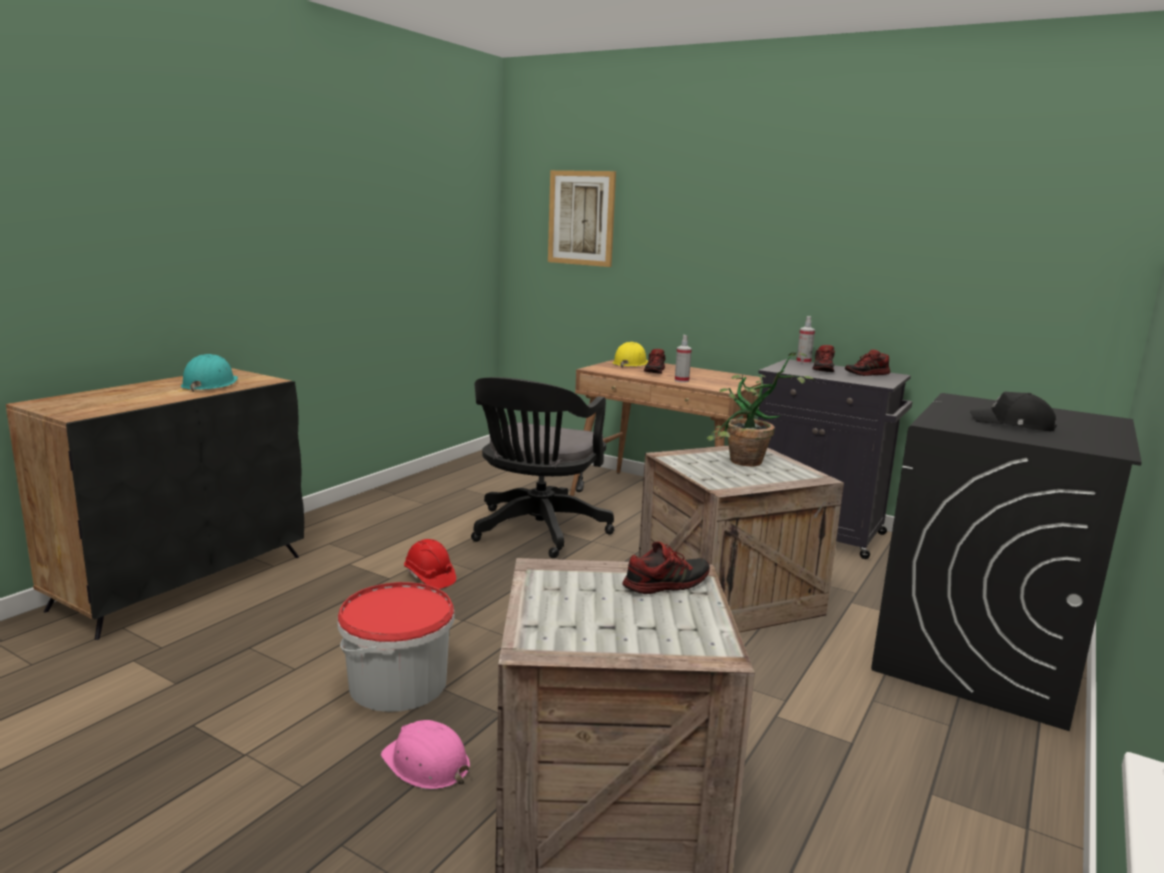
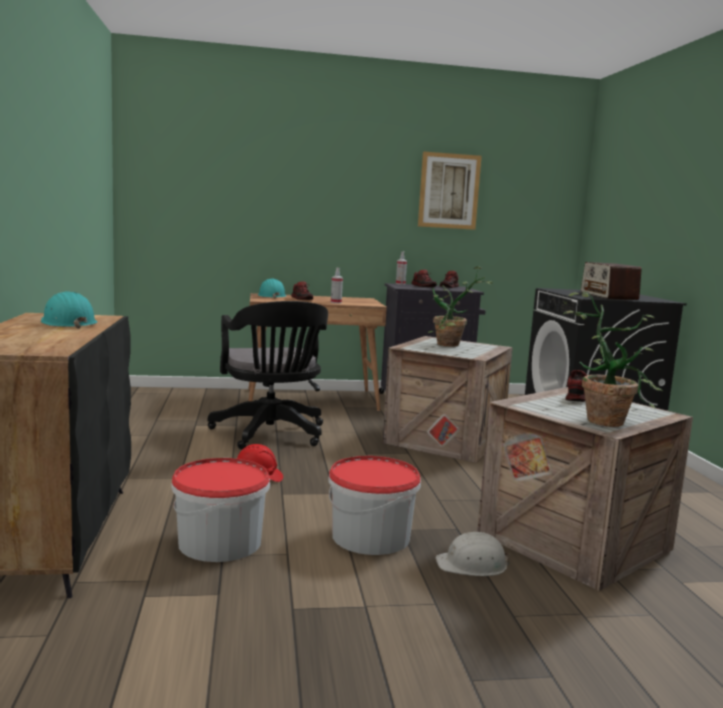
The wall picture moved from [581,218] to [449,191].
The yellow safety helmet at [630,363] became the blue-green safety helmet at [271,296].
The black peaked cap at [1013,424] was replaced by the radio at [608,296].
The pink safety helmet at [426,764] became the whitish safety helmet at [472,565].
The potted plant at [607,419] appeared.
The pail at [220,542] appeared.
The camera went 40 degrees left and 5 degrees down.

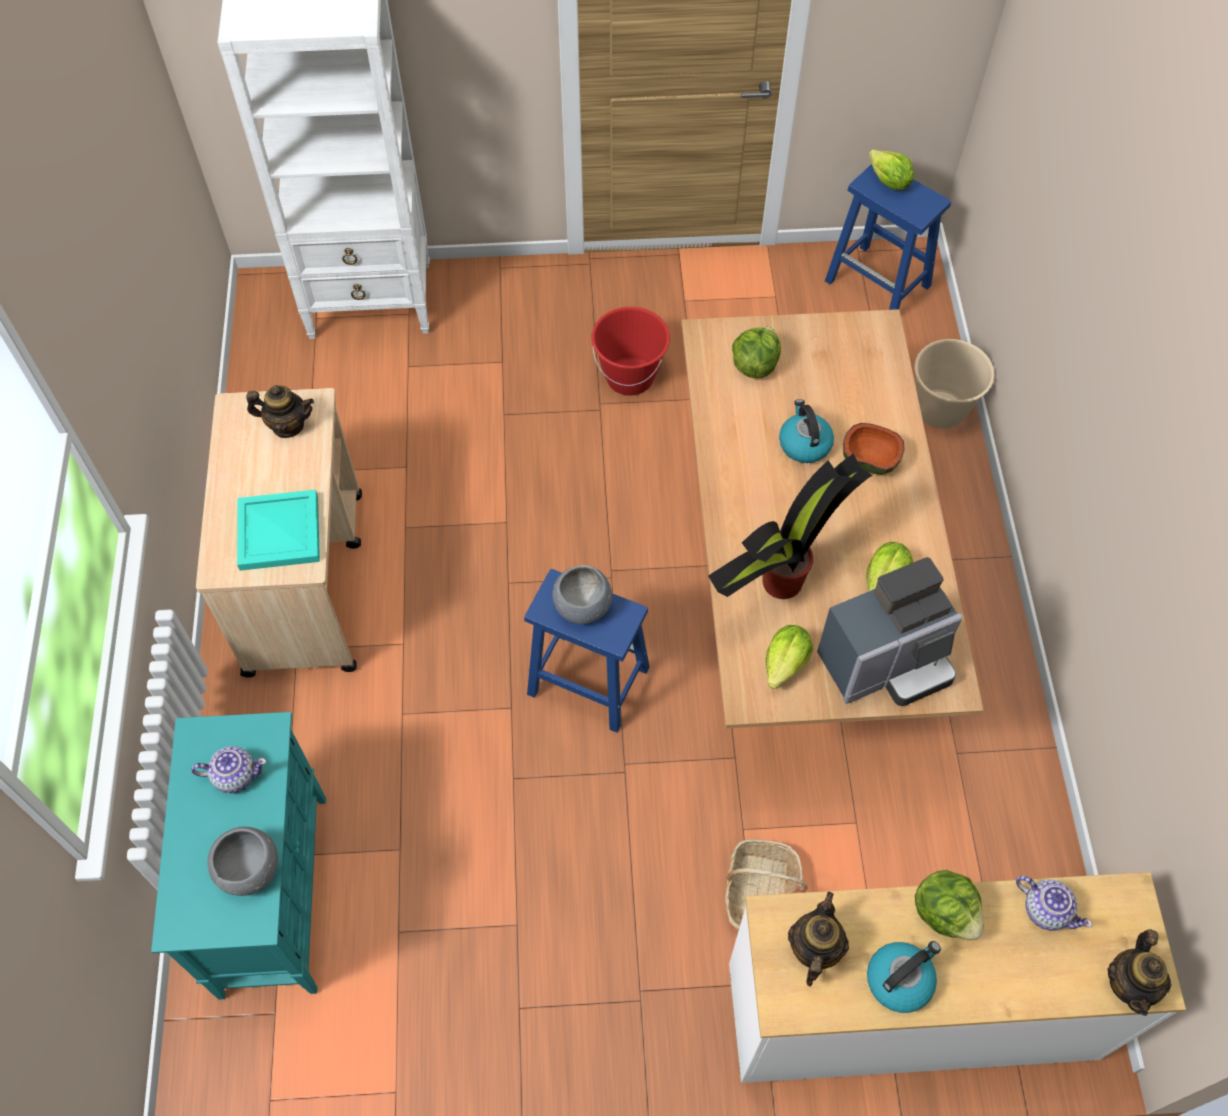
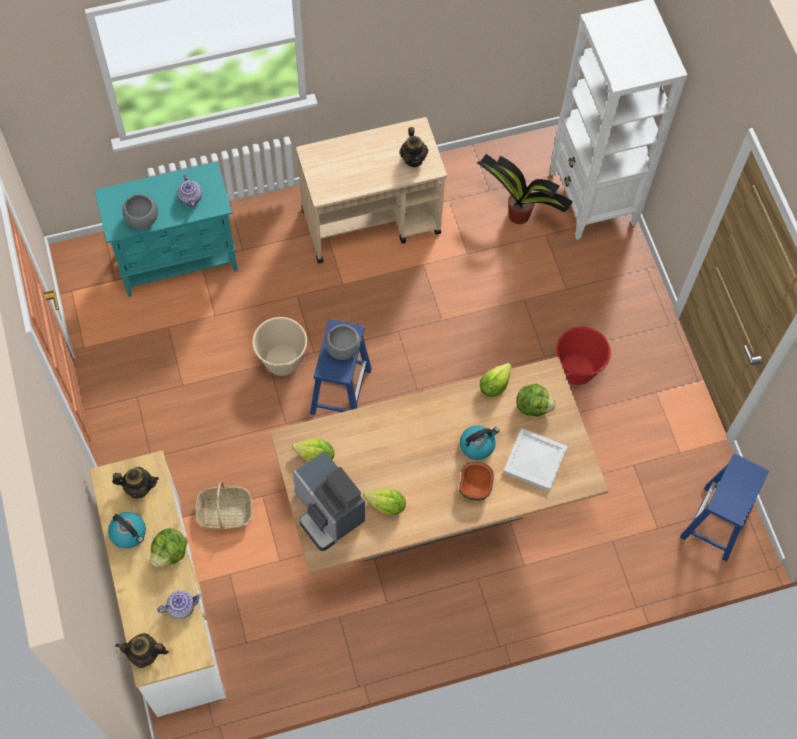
The lettuce moved from [889,182] to [494,385].
The beige-coloured pail moved from [940,410] to [282,361].
The potted plant moved from [780,583] to [518,214].
The blue-green serving tray at [280,533] disappeared.
The pot for tea at [1045,909] turned 135 degrees counterclockwise.
The whitish serving tray at [536,460] appeared.
The camera went 75 degrees right and 5 degrees up.

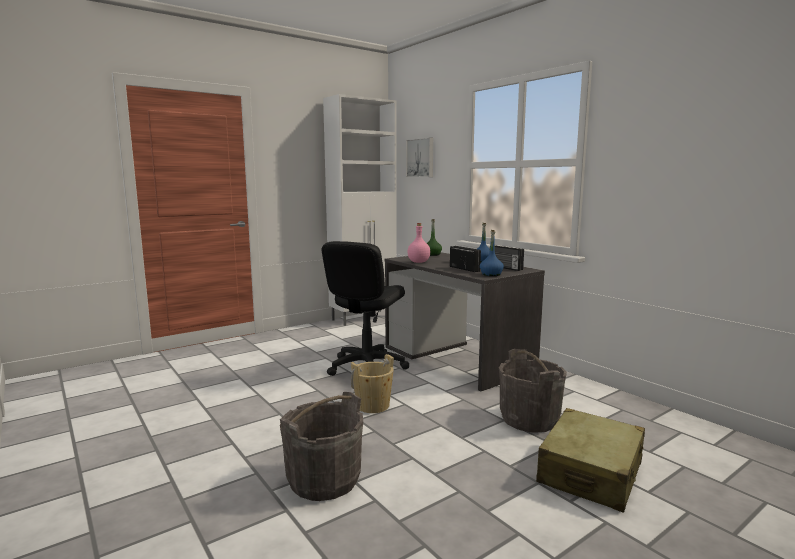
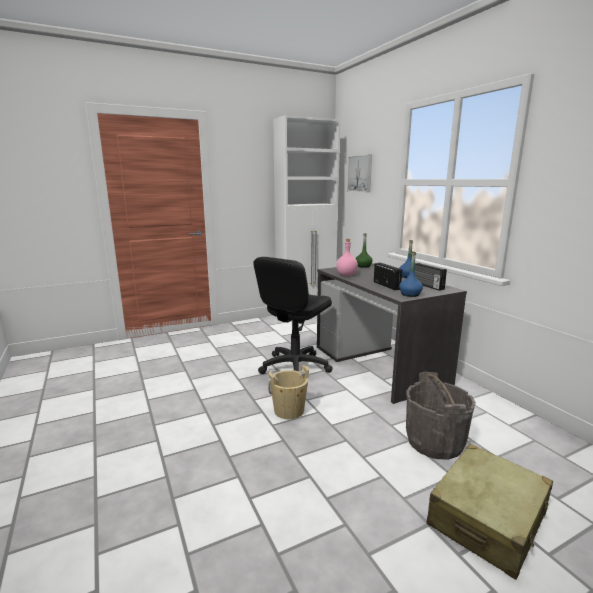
The greyish pail at [324,480] disappeared.
The camera went 10 degrees right and 5 degrees up.

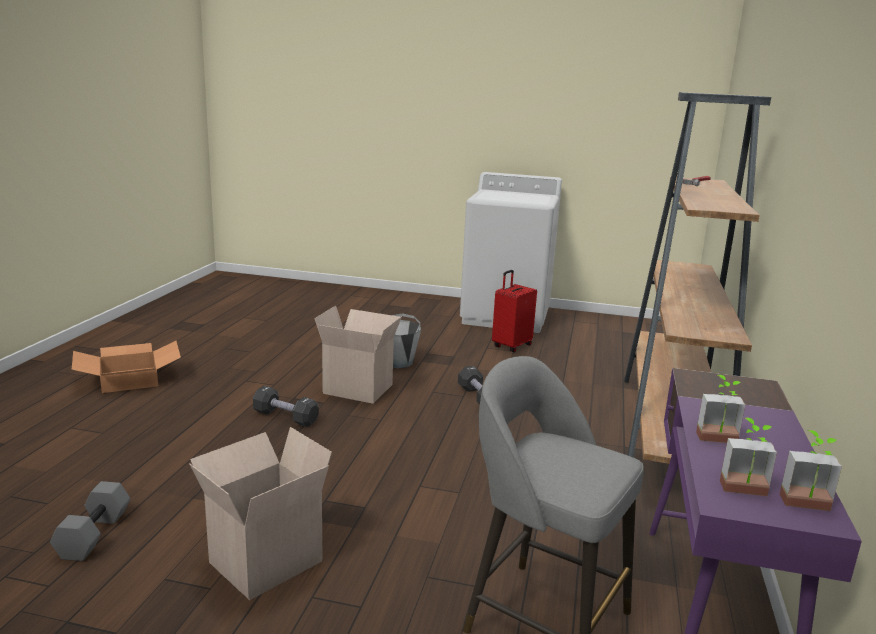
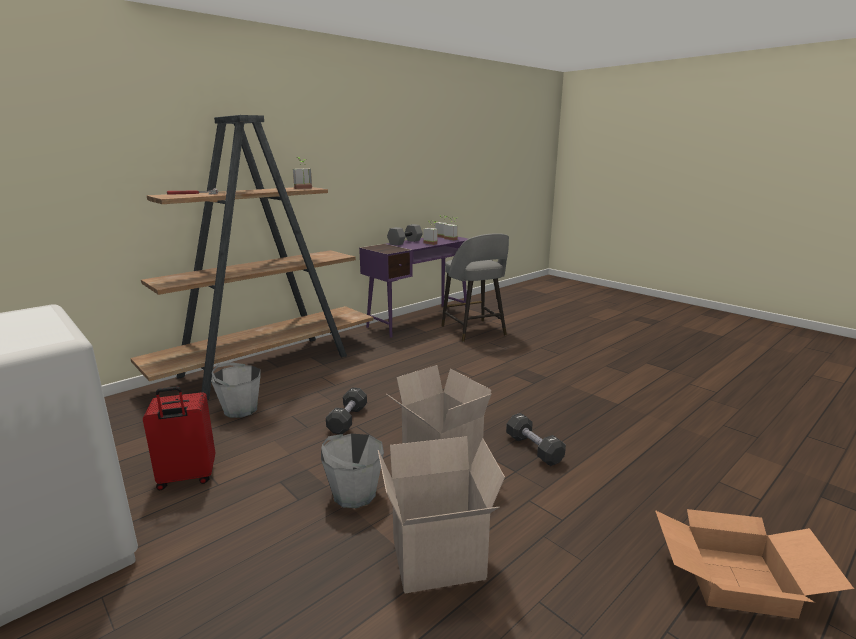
The packing box moved from [265,560] to [437,561].
The greyish dumbbell moved from [95,535] to [405,242].
The potted plant at [304,188] appeared.
The greyish pail at [240,409] appeared.
The camera went 145 degrees left and 0 degrees up.

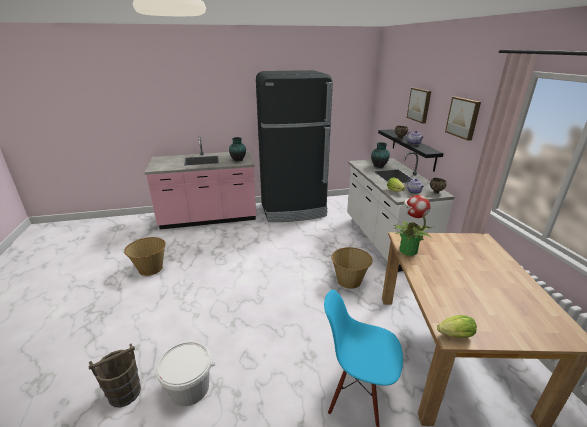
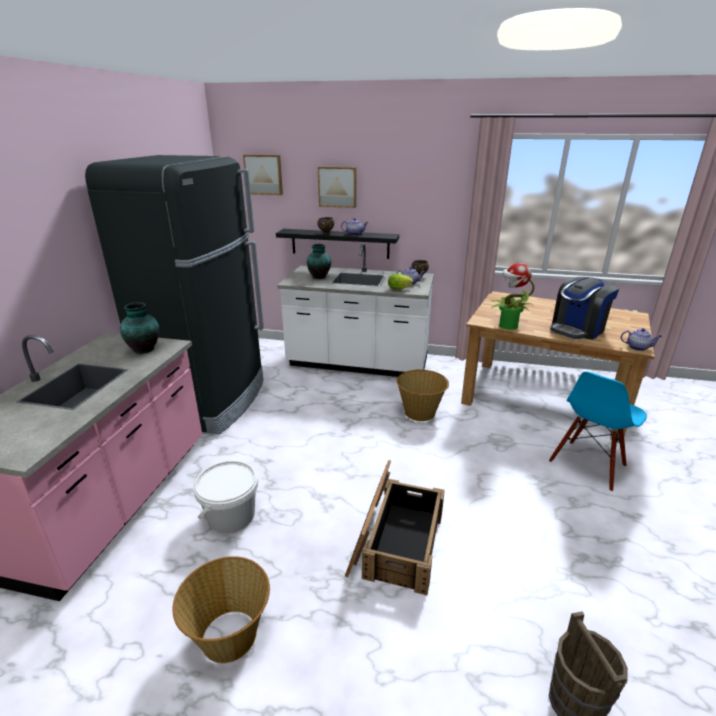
The wall picture moved from [463,118] to [264,174].
The lettuce at [453,335] was replaced by the pot for tea at [638,347].
The whitish pail moved from [189,388] to [231,515].
The coffee brewer at [577,329] appeared.
The shipping crate at [395,541] appeared.
The camera went 65 degrees left and 0 degrees up.

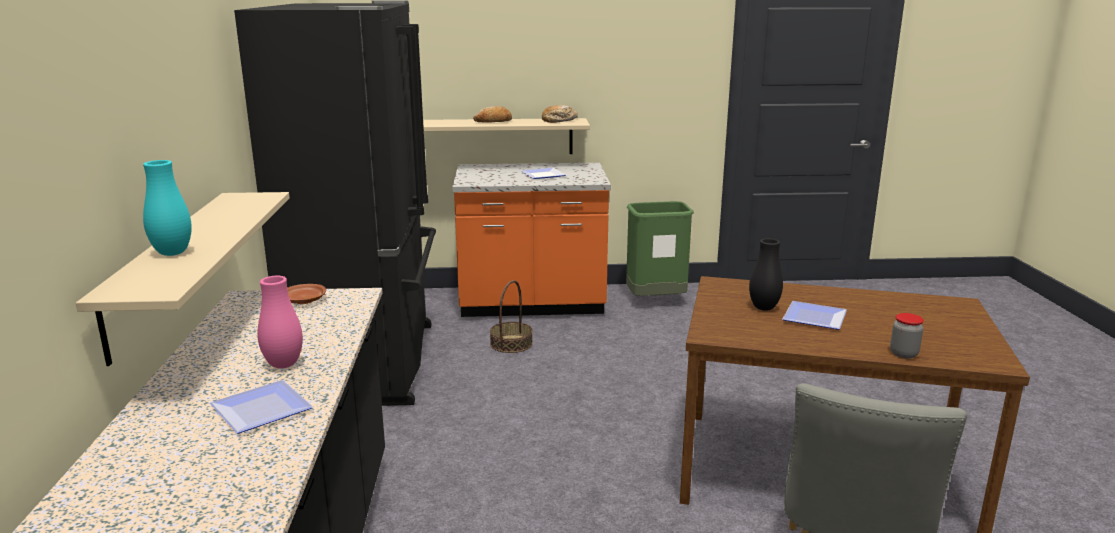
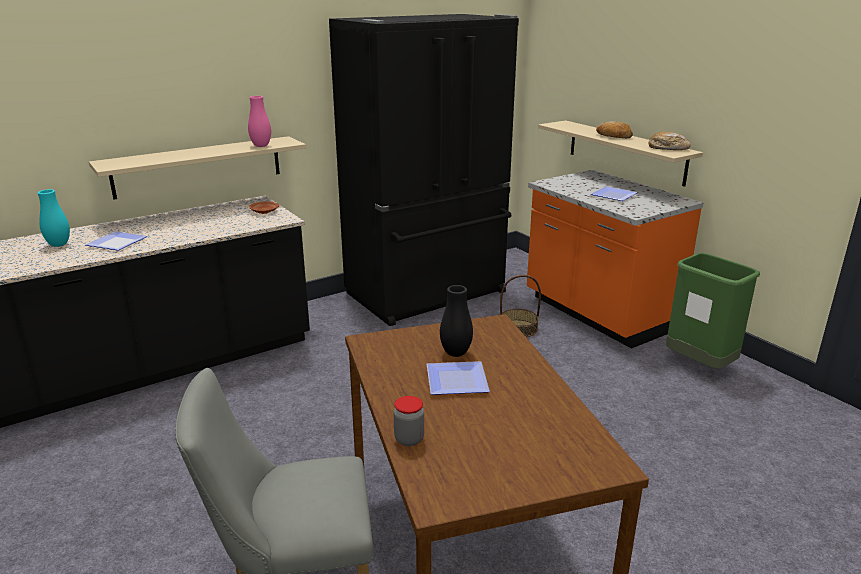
The blue-green decorative vase moved from [172,253] to [59,245].
The pink decorative vase moved from [283,364] to [261,146].
The camera went 60 degrees right and 5 degrees up.

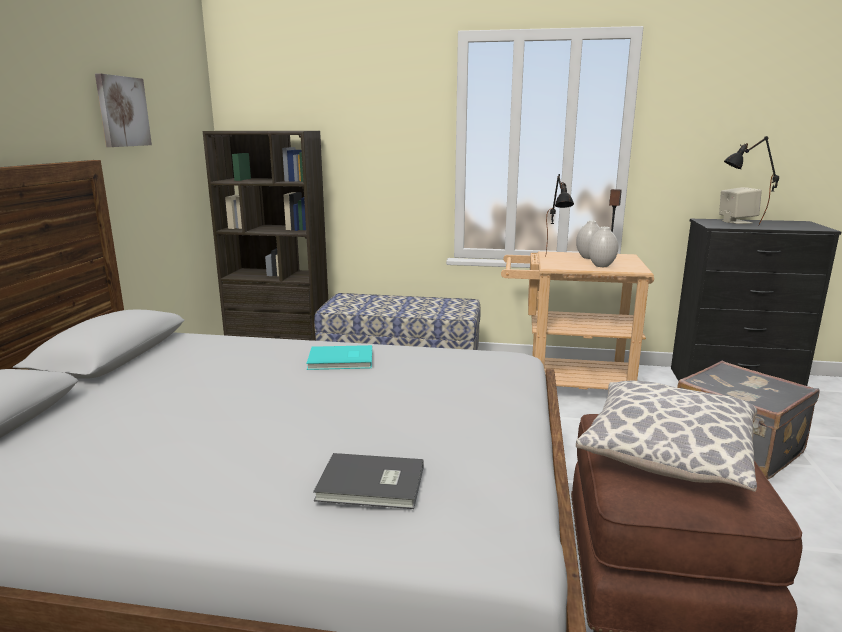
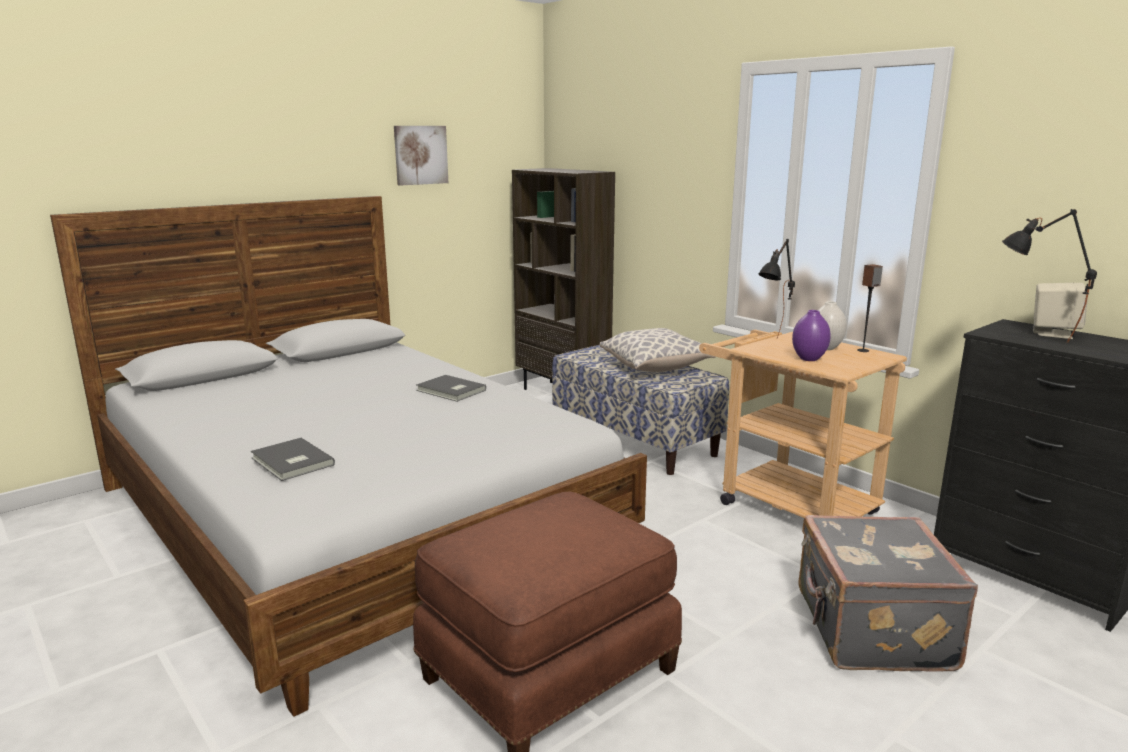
The whitish decorative vase at [602,266] became the purplish decorative vase at [809,359].
The blue-green book at [341,360] became the greyish book at [450,391].
The throw pillow moved from [666,457] to [655,368].
The camera went 40 degrees right and 0 degrees up.

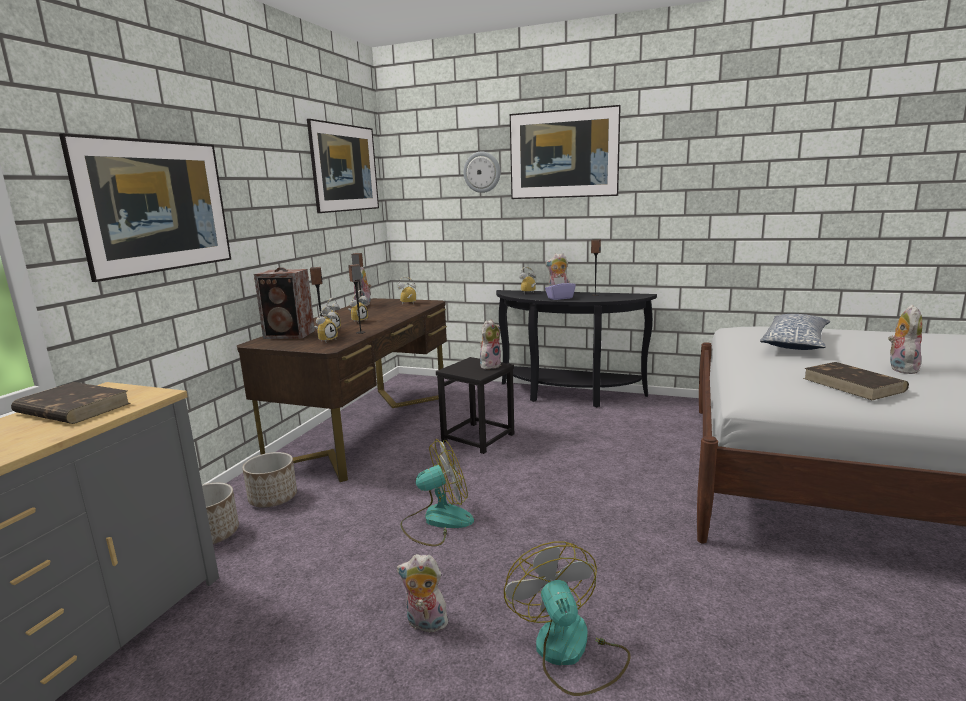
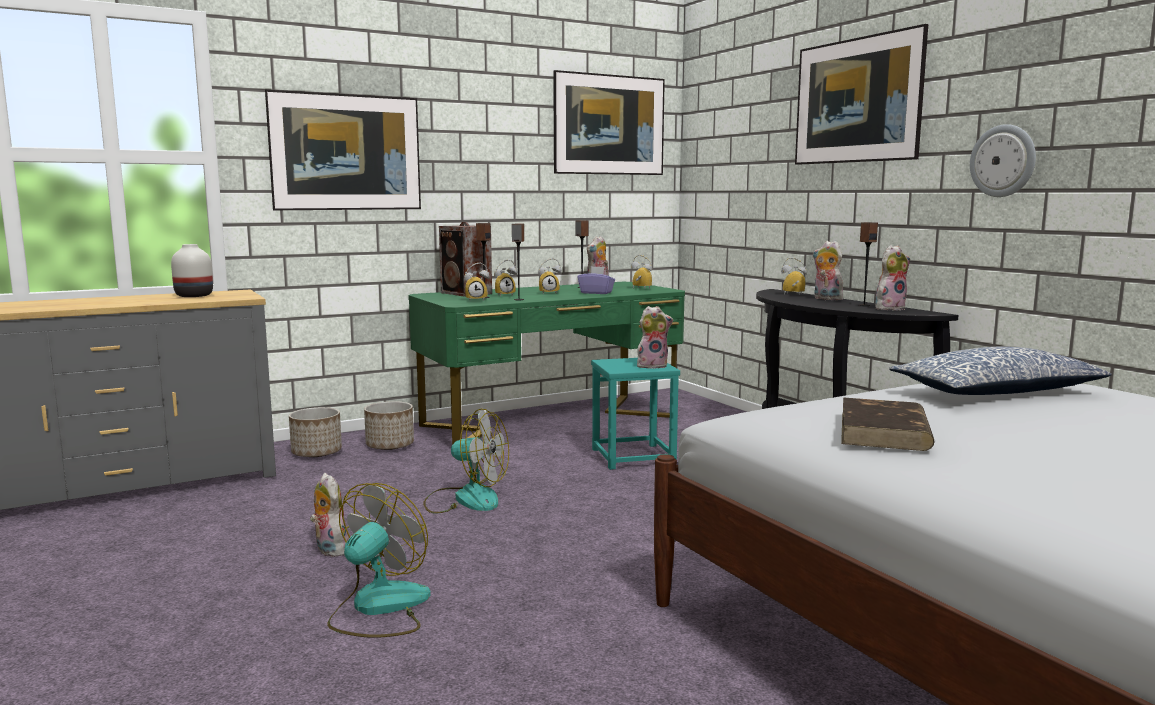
The wall clock moved from [482,172] to [1003,161].
The purplish tissue box moved from [560,298] to [596,293].
The brown-coloured desk at [366,428] became the green desk at [550,421].
The soft toy moved from [900,368] to [889,308].
The black stool at [478,438] became the blue-green stool at [633,457].
The brown-coloured book at [72,408] was replaced by the whitish decorative vase at [195,295].
The camera went 40 degrees right and 5 degrees down.

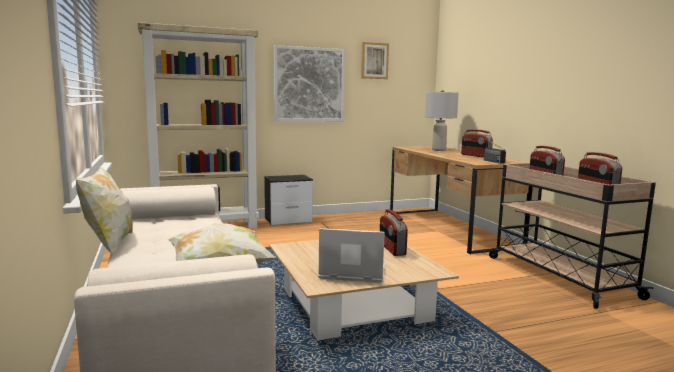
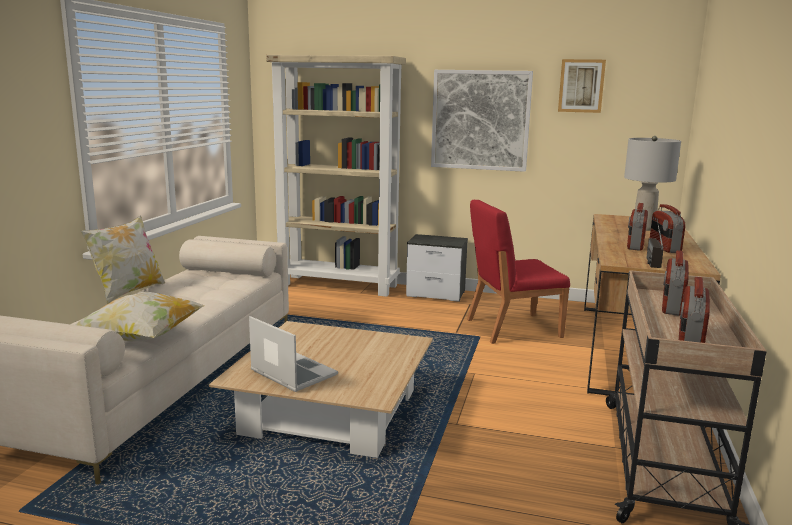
The radio moved from [391,249] to [635,245].
The red-coloured chair at [512,328] appeared.
The camera went 35 degrees right and 5 degrees up.

